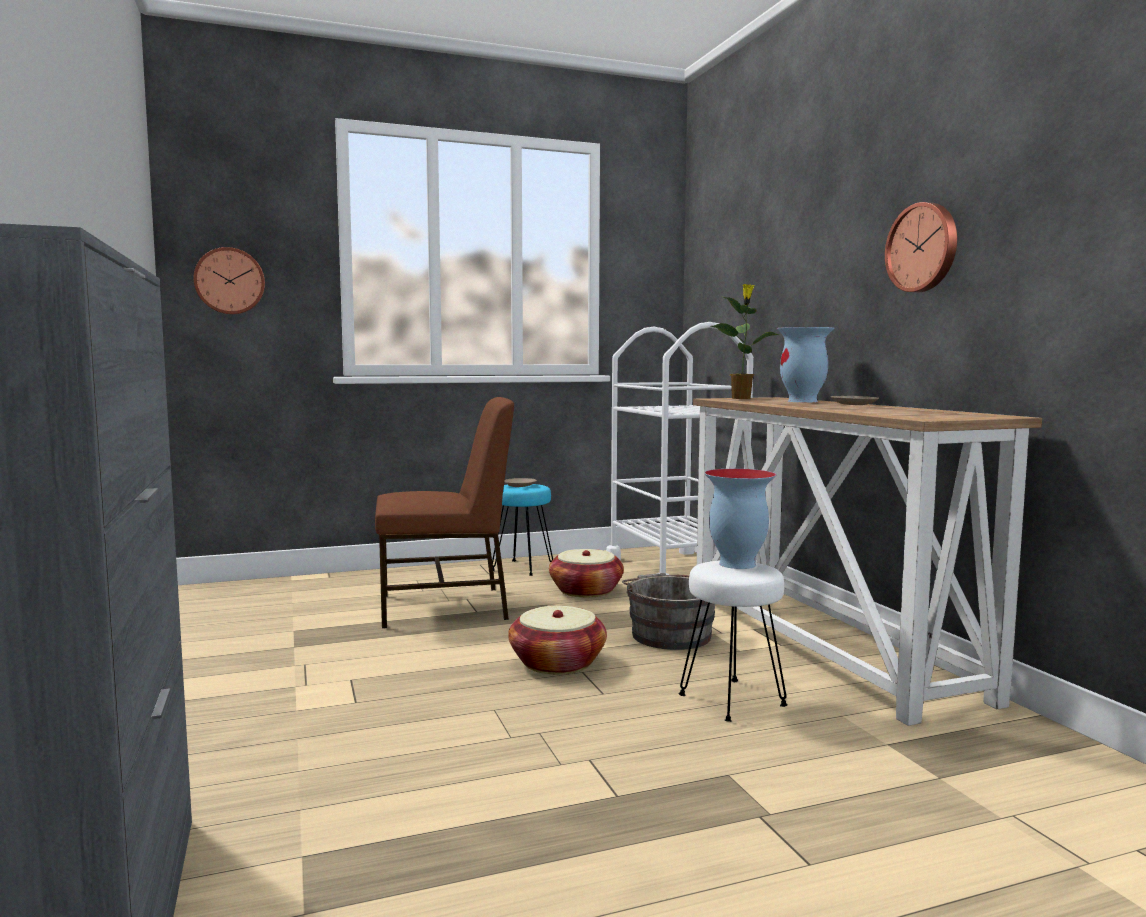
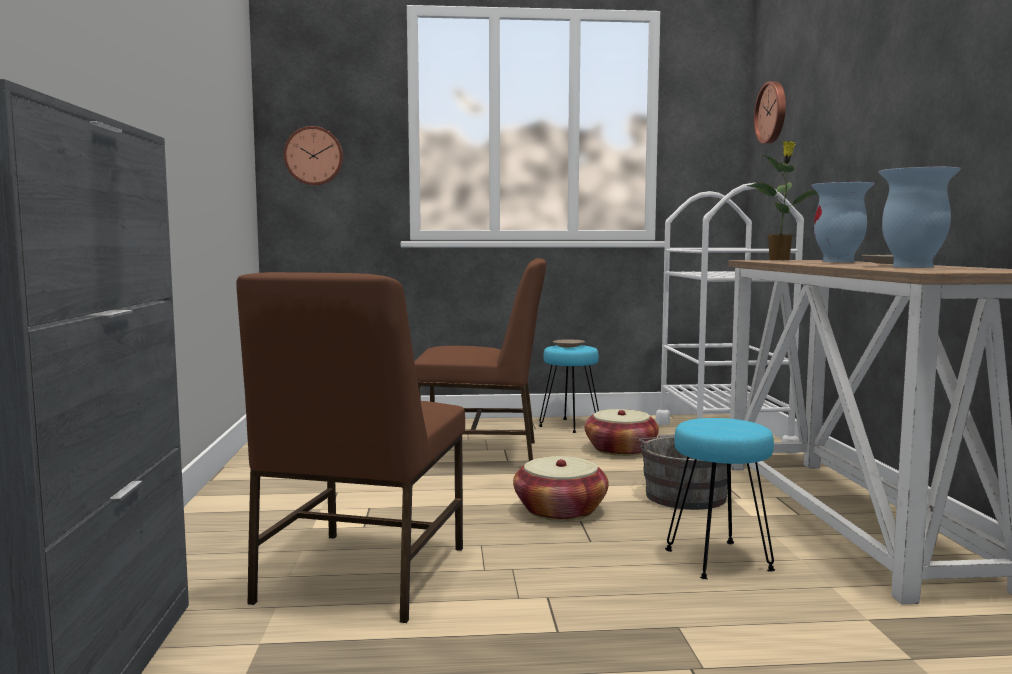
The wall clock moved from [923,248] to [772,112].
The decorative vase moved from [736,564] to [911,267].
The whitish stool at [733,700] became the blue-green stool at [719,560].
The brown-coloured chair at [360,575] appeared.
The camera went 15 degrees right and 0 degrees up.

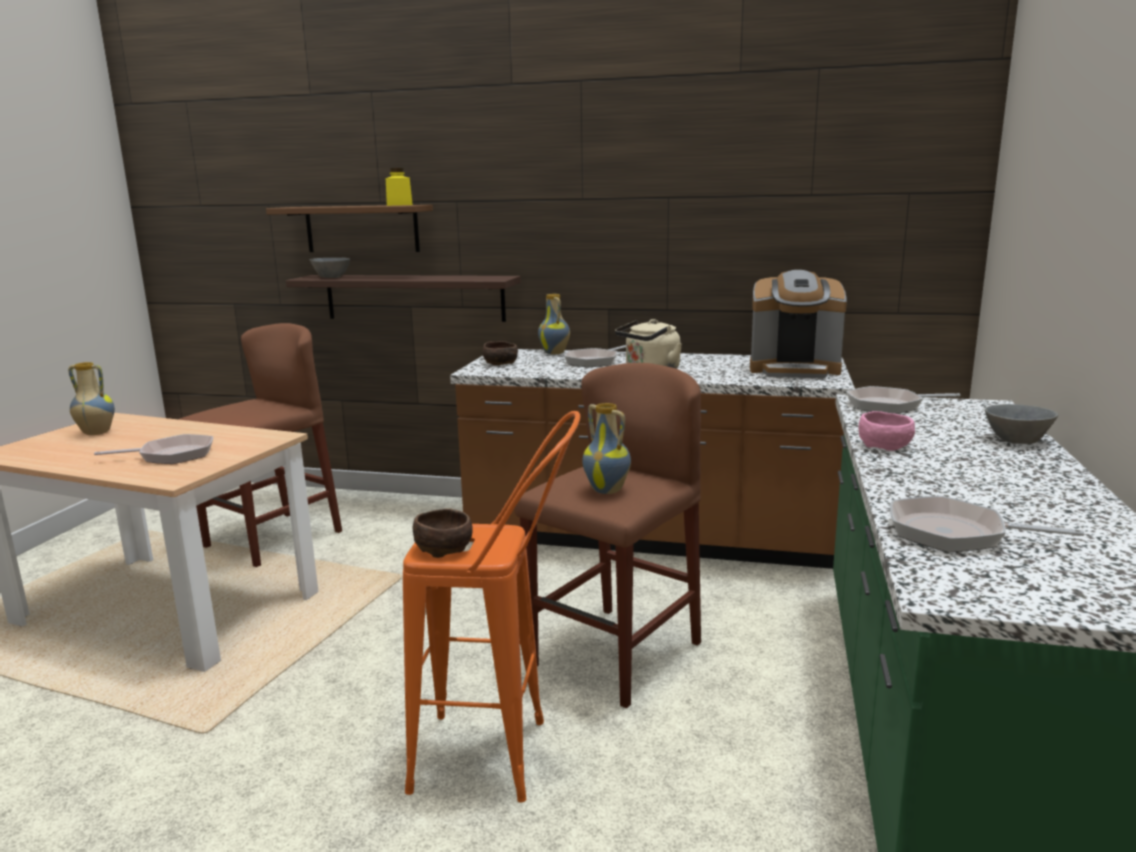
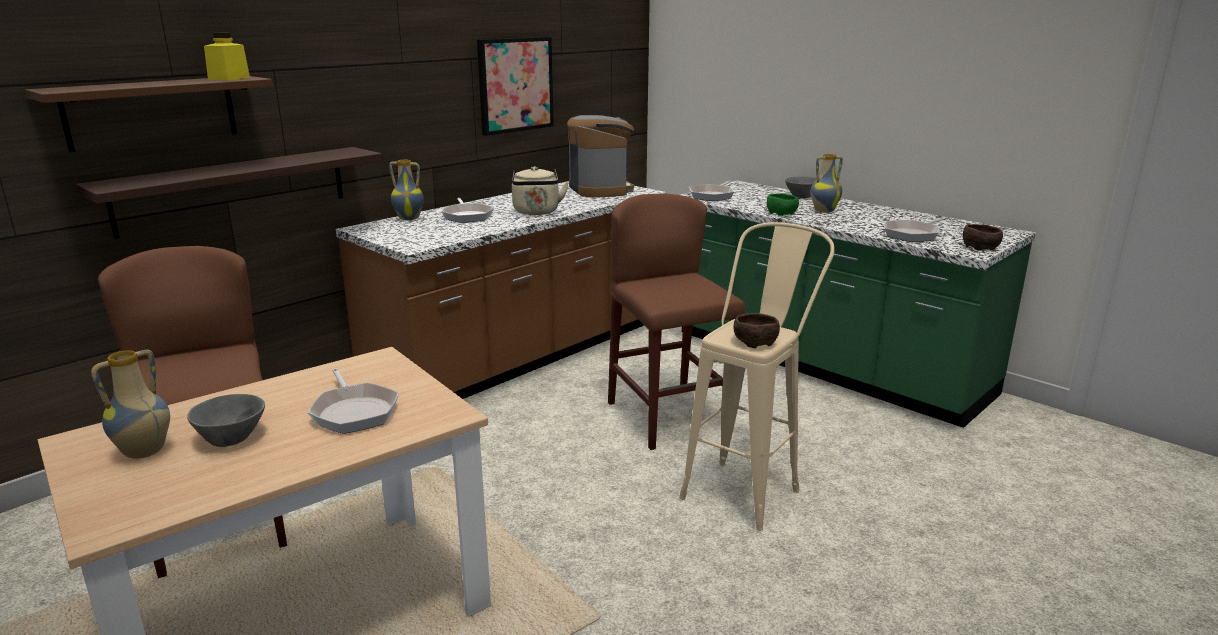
The greyish bowl moved from [332,277] to [233,438].
The coffee brewer at [794,370] turned 60 degrees counterclockwise.
The brown-coloured bowl moved from [501,363] to [980,247].
The decorative vase moved from [608,490] to [824,211].
The orangey stool at [503,757] became the beige-coloured stool at [748,486].
The pink bowl at [886,445] became the green bowl at [782,213].
The skillet at [172,455] turned 135 degrees clockwise.
The wall picture at [515,85] appeared.
The camera went 60 degrees left and 5 degrees up.

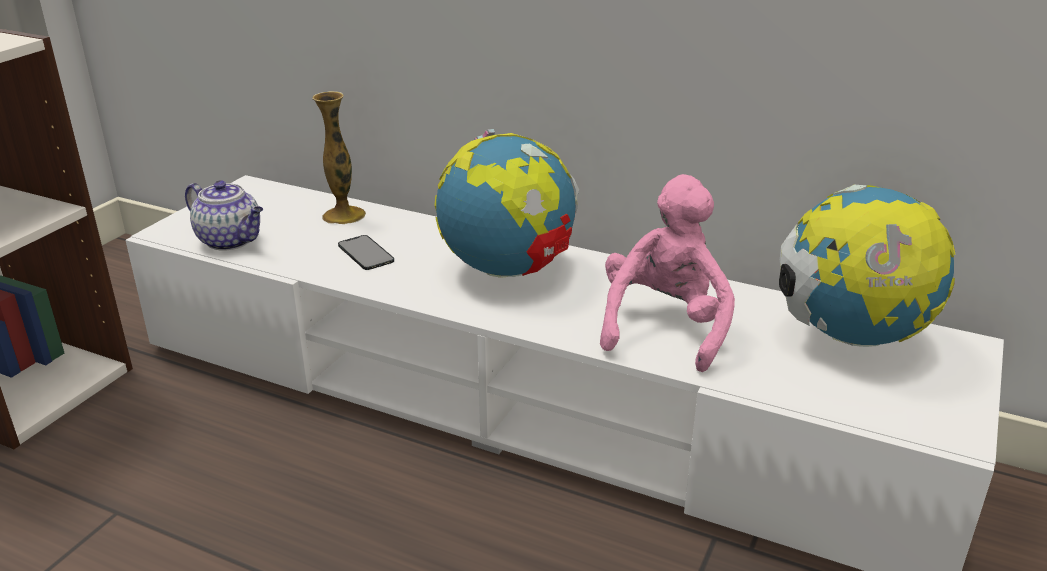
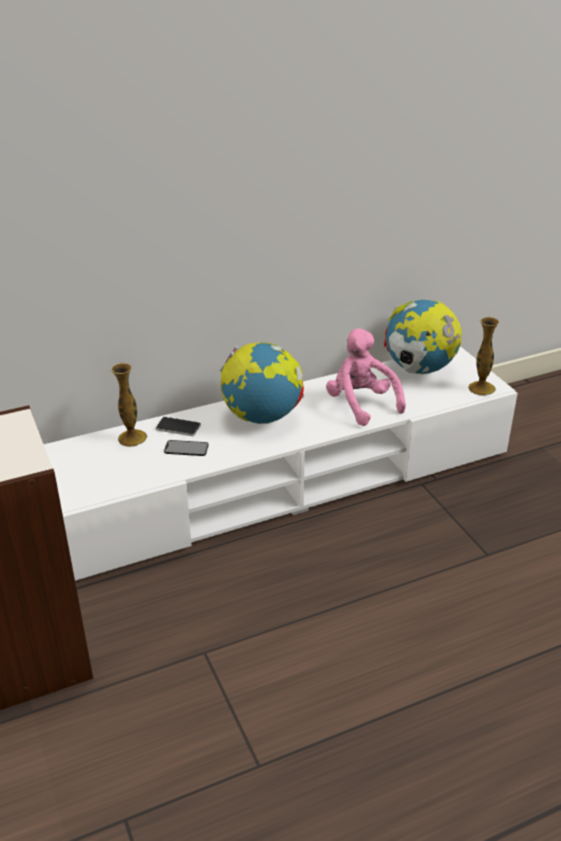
The pot for tea at [231,241] disappeared.
The decorative vase at [481,388] appeared.
The telephone at [178,427] appeared.
The camera went 50 degrees left and 5 degrees up.

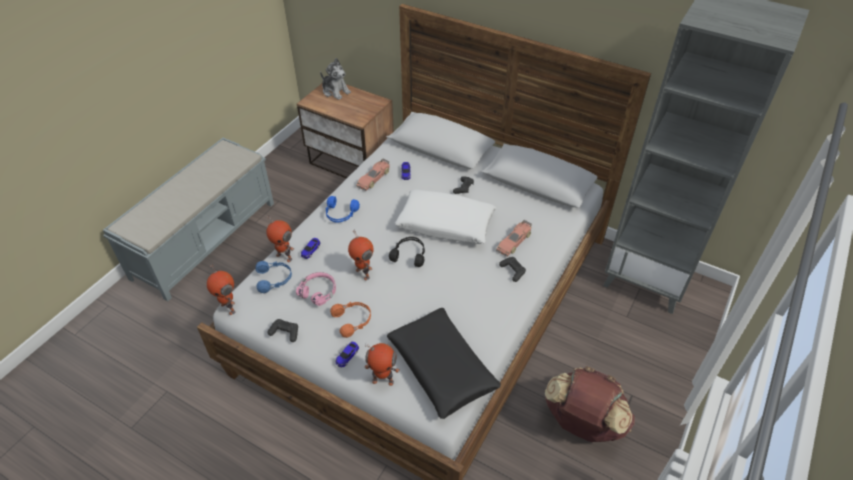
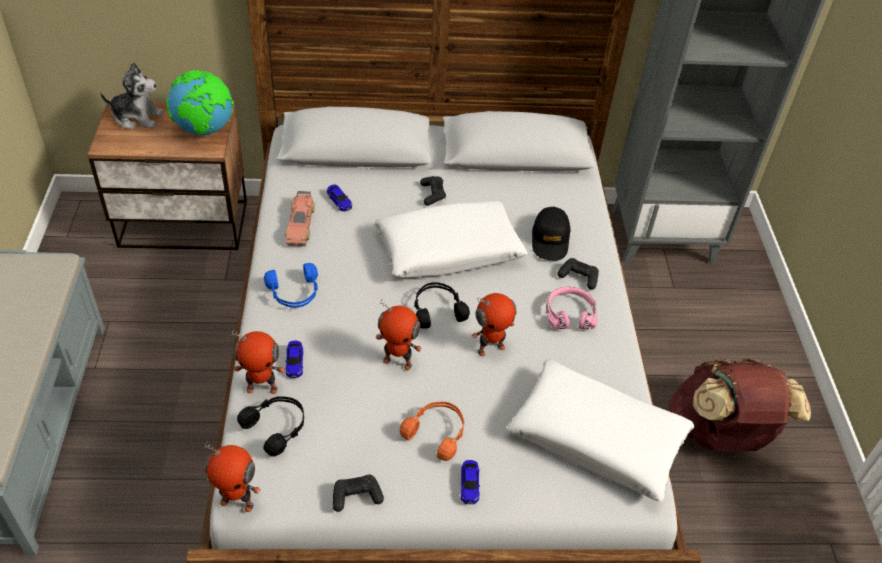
The toy car at [514,242] was replaced by the black peaked cap at [550,240].
The bluish headphones at [274,279] became the black headphones at [277,427].
The pink headphones moved from [318,291] to [569,313].
The black throw pillow at [442,367] became the whitish throw pillow at [597,437].
The toy robot moved from [383,380] to [490,348].
The desk globe at [205,130] appeared.
The camera went 35 degrees left and 0 degrees up.

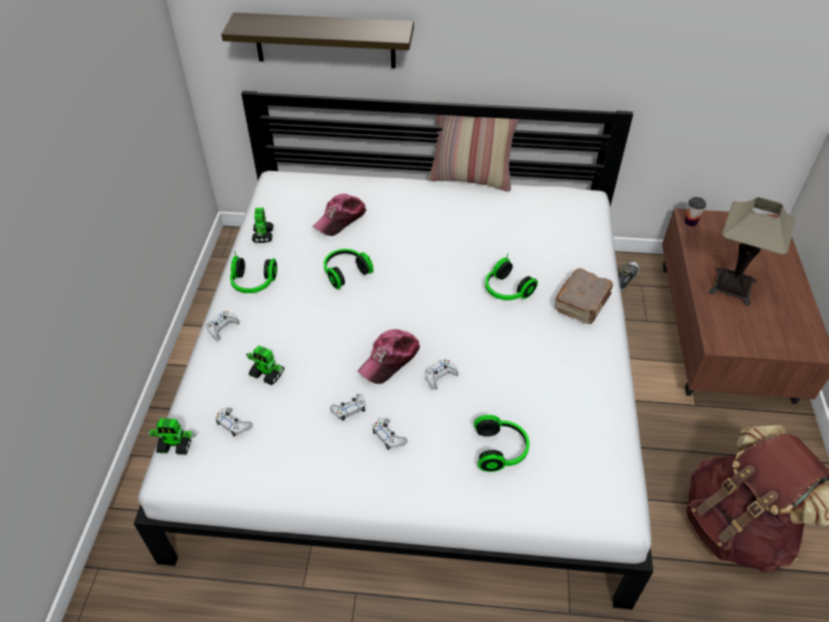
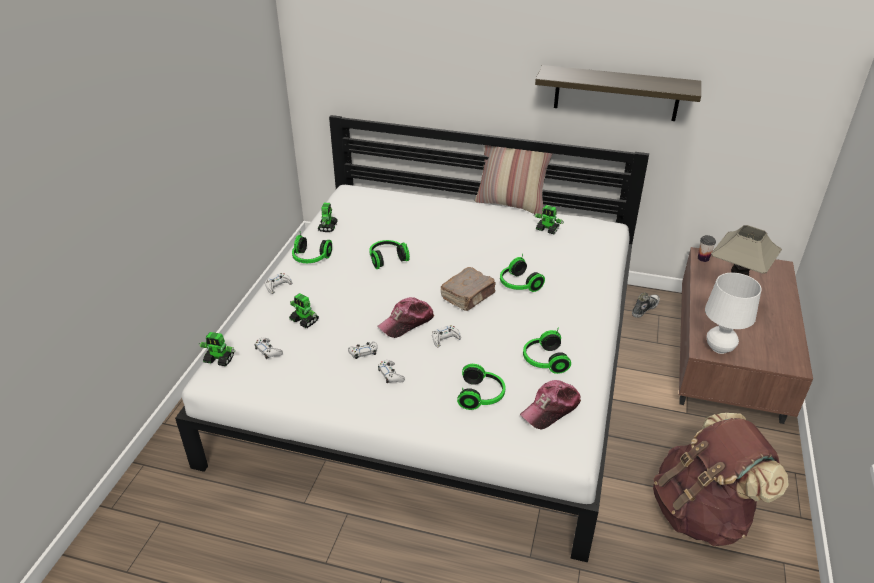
The shelf moved from [325,40] to [616,93].
The peaked cap moved from [340,219] to [551,409].
The brown-coloured book moved from [582,303] to [468,296].
The toy robot at [547,229] appeared.
The whitish lamp for a table at [719,348] appeared.
The headphones at [543,360] appeared.
The camera went 10 degrees right and 10 degrees down.

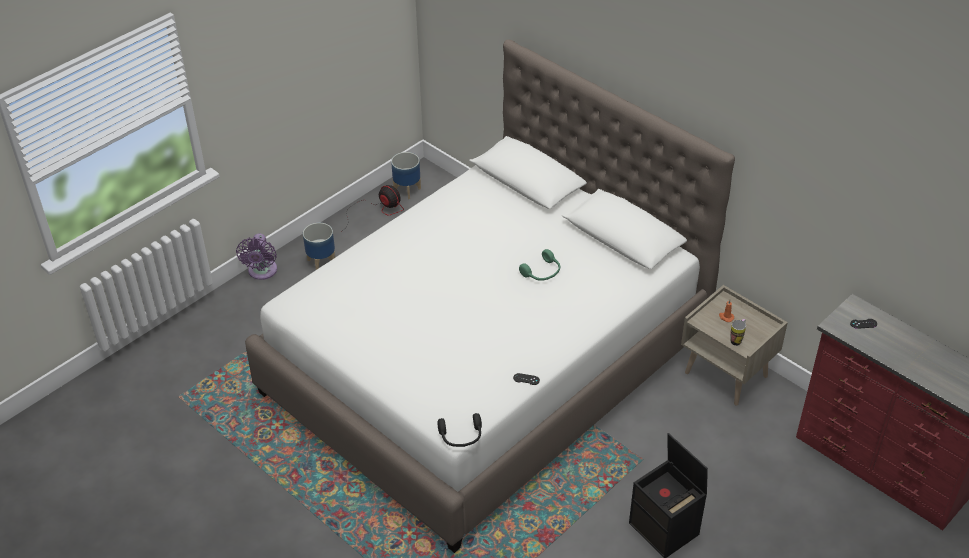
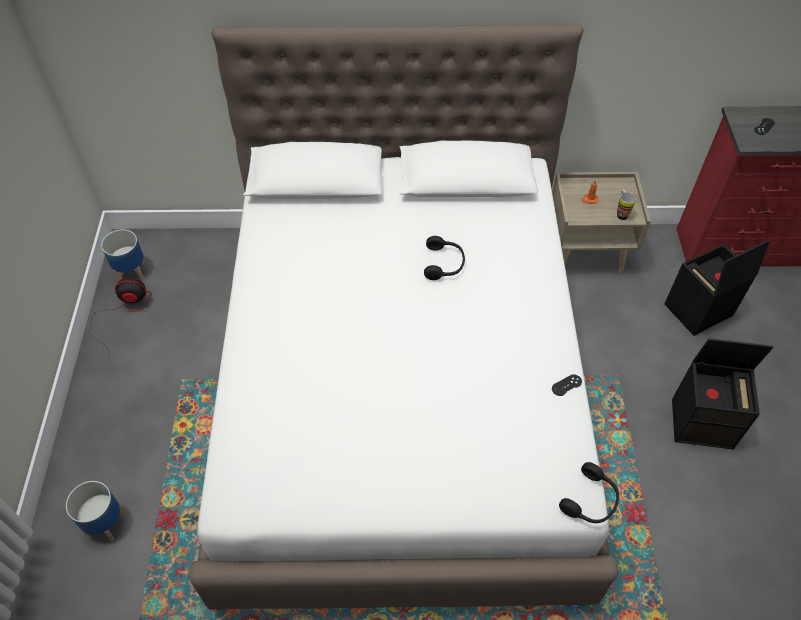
The plant pot moved from [321,262] to [106,523].
The purplish fan at [262,272] disappeared.
The green headphones at [542,273] became the black headphones at [444,264].
The black storage container at [698,311] appeared.
The camera went 45 degrees left and 10 degrees up.

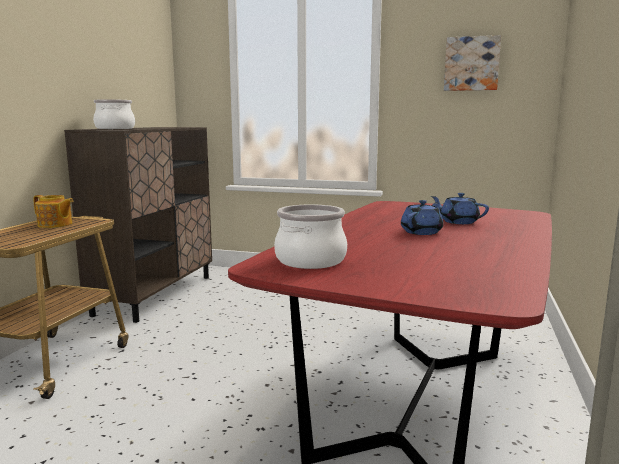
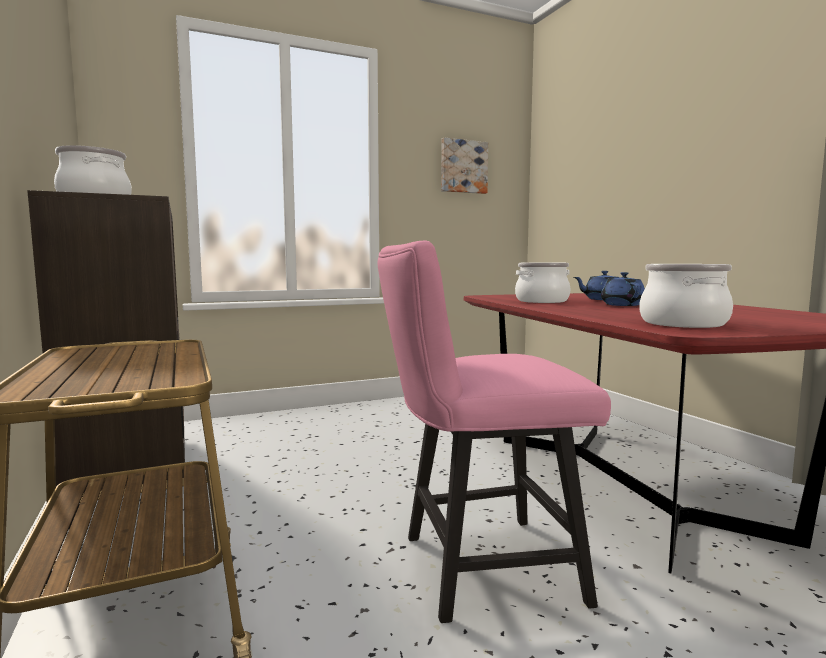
The pot for tea at [55,225] disappeared.
The pink chair at [476,568] appeared.
The saucepot at [542,301] appeared.
The camera went 40 degrees left and 5 degrees down.

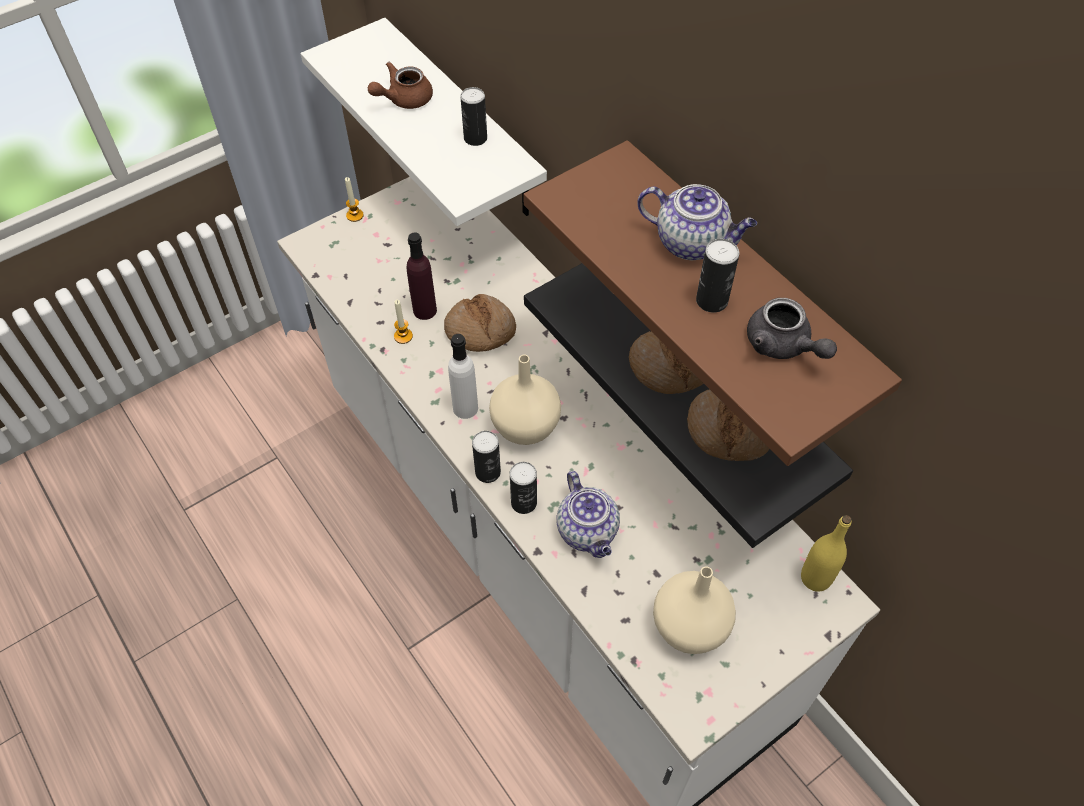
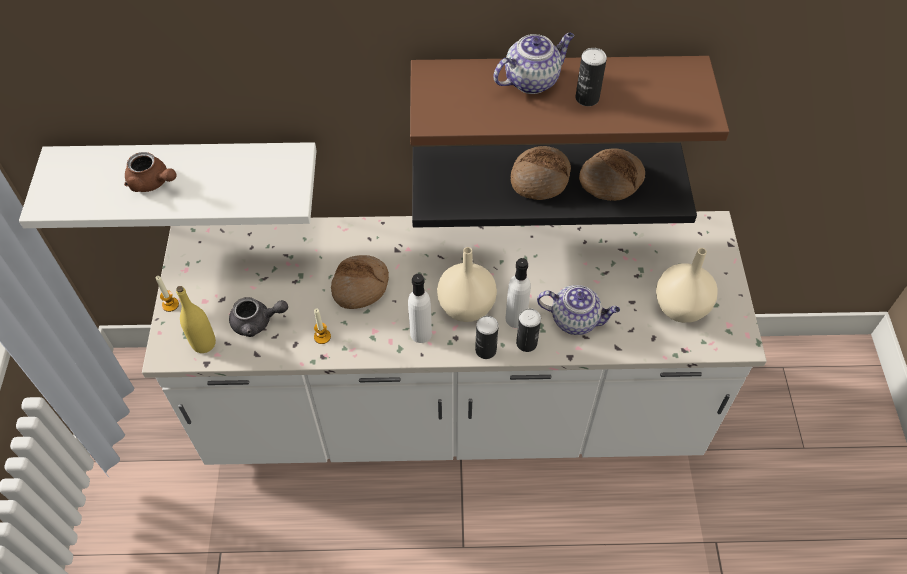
The brown-coloured pot for tea at [404,99] turned 60 degrees counterclockwise.
The can at [475,138] disappeared.
The purplish drink bottle at [425,310] disappeared.
The greyish pot for tea moved from [783,346] to [257,322].
The yellow drink bottle moved from [815,578] to [204,343].
The whitish drink bottle at [516,318] appeared.
The camera went 55 degrees left and 0 degrees up.

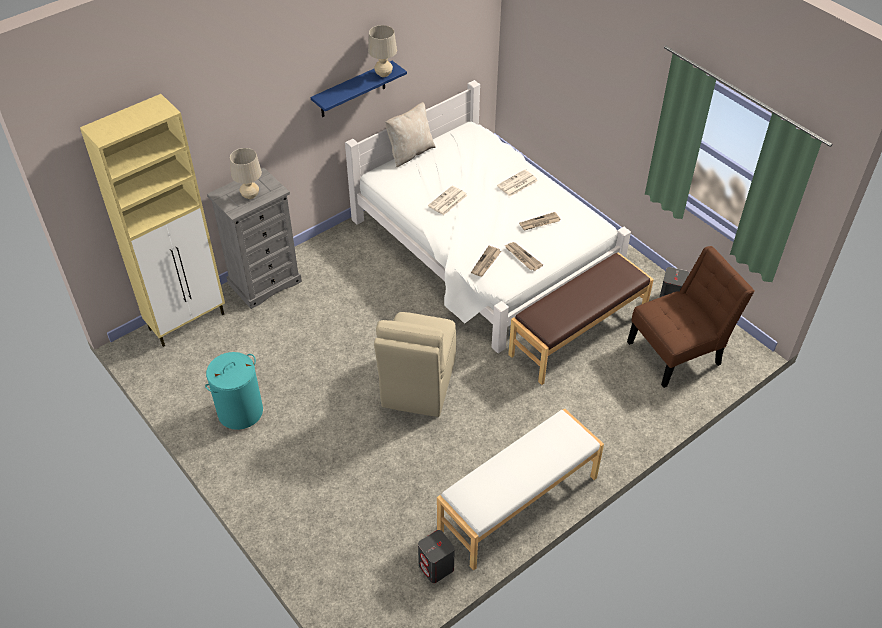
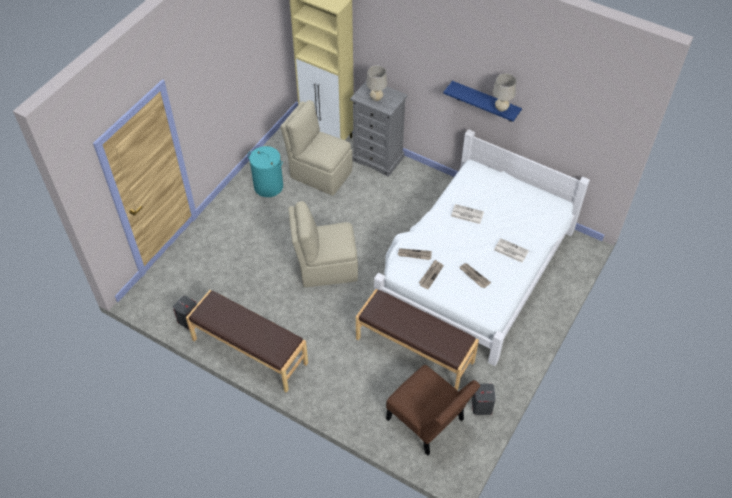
The beige-coloured throw pillow at [410,153] disappeared.
The whitish bench at [519,504] became the brown-coloured bench at [249,352].
The beige-coloured chair at [320,173] appeared.
The camera went 70 degrees right and 5 degrees up.

